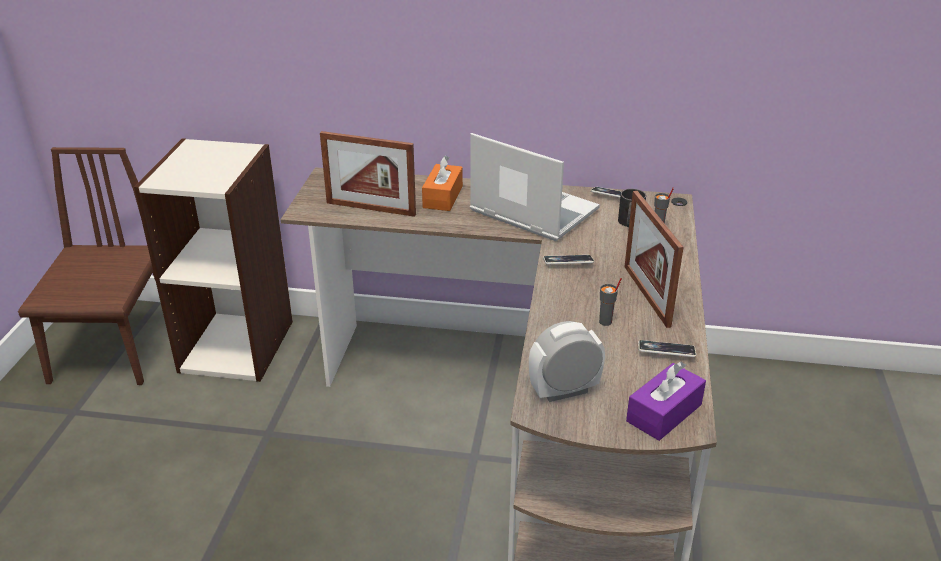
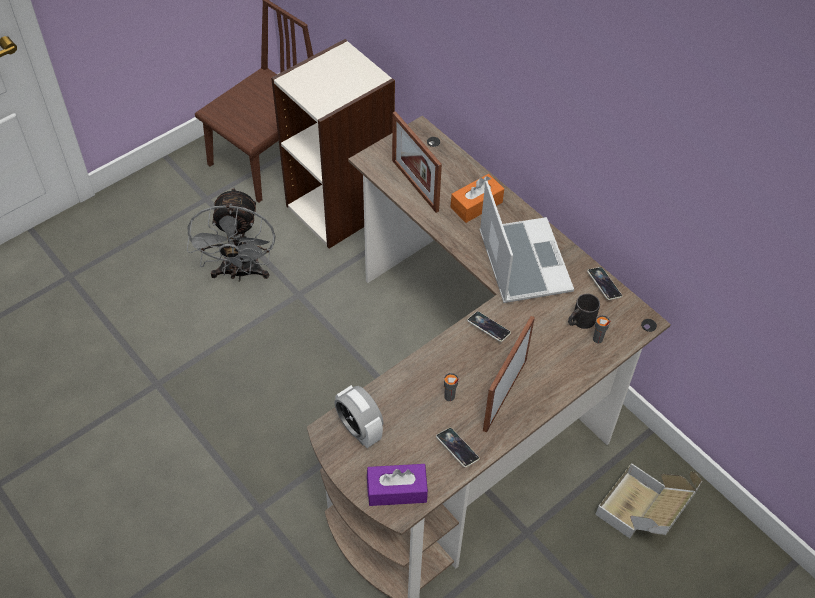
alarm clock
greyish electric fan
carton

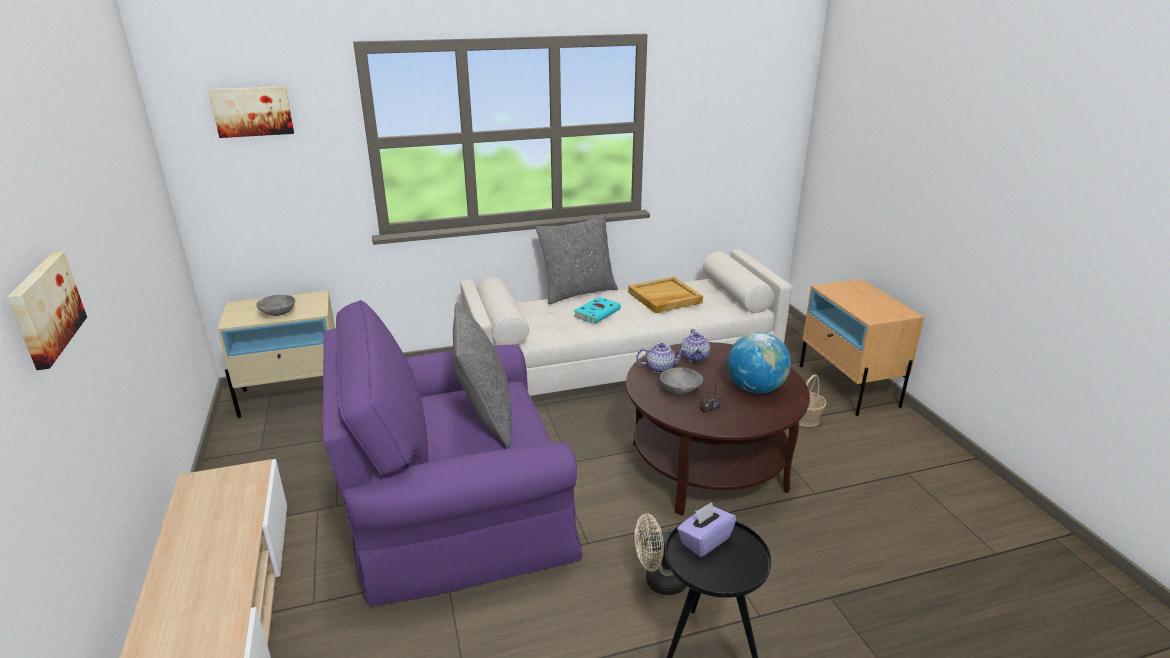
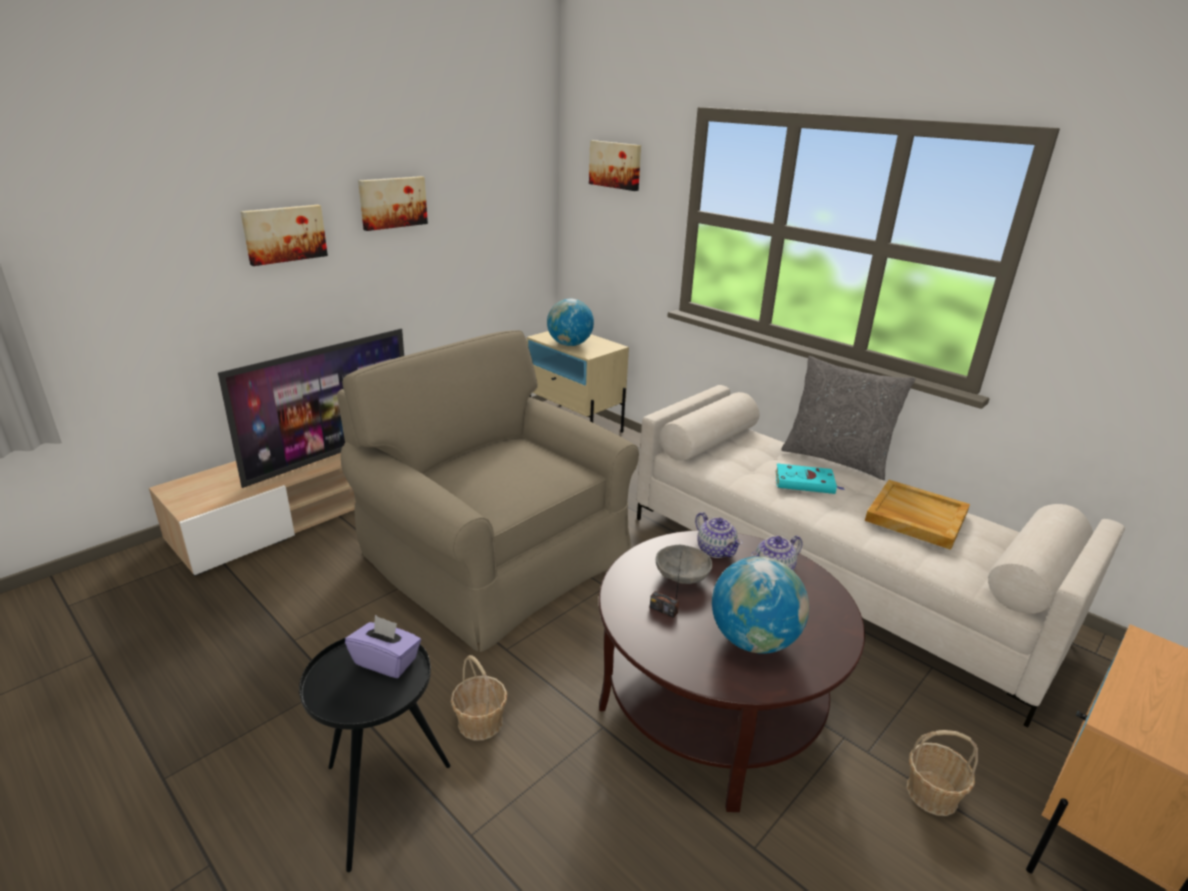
globe (1st from left)
sand-coloured armchair
greyish pillow (1st from left in the first image)
basket (1st from left)
television
wall art (2nd from left)

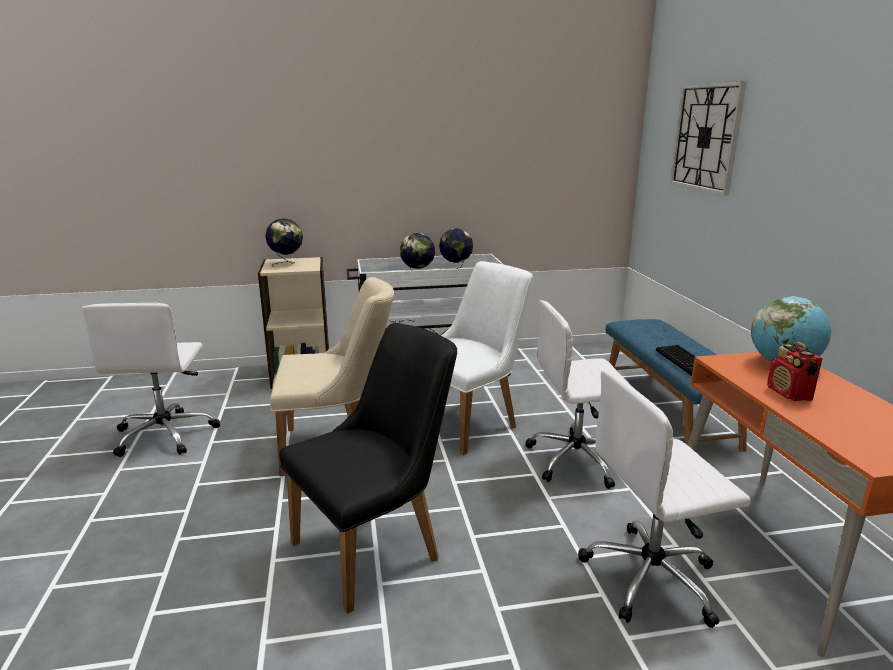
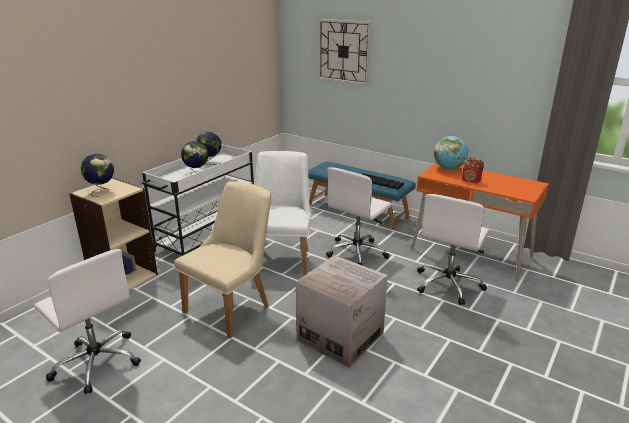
carton

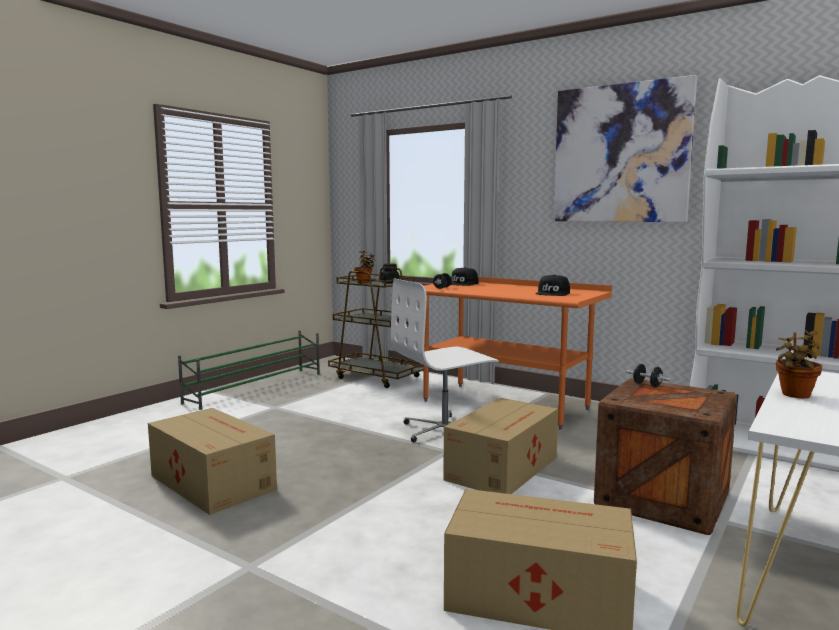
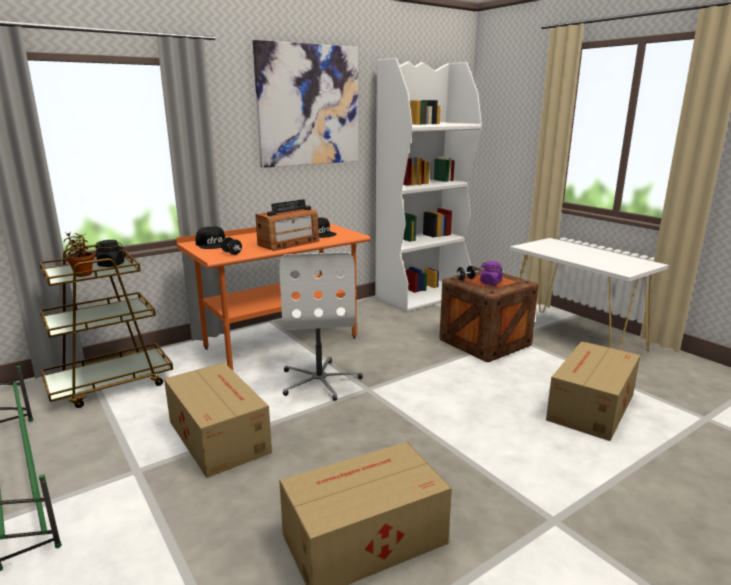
carton (1st from left)
potted plant (2nd from left in the first image)
radio
purple storage jar

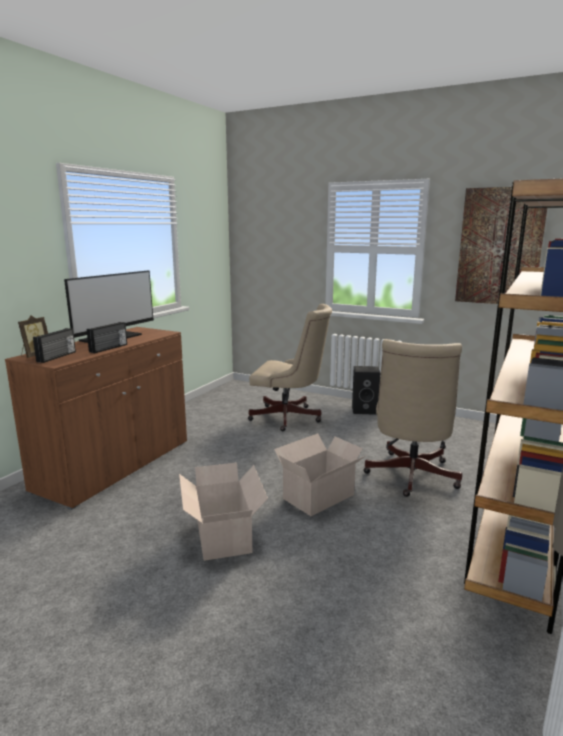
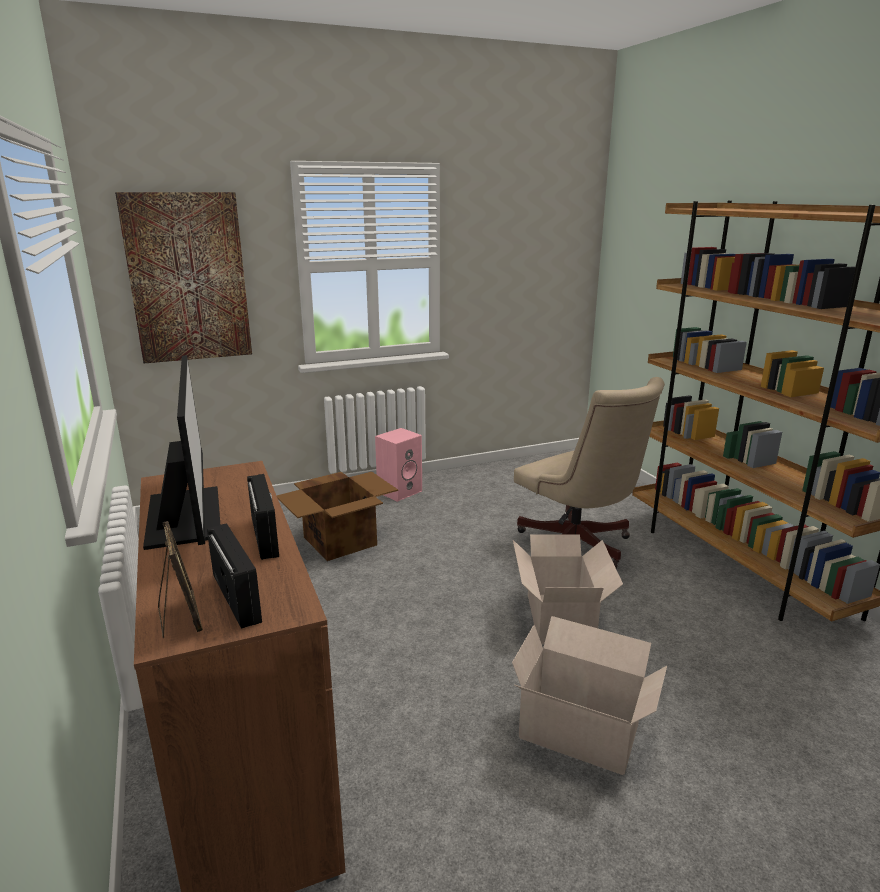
carton (1st from left)
pink speaker
wall art

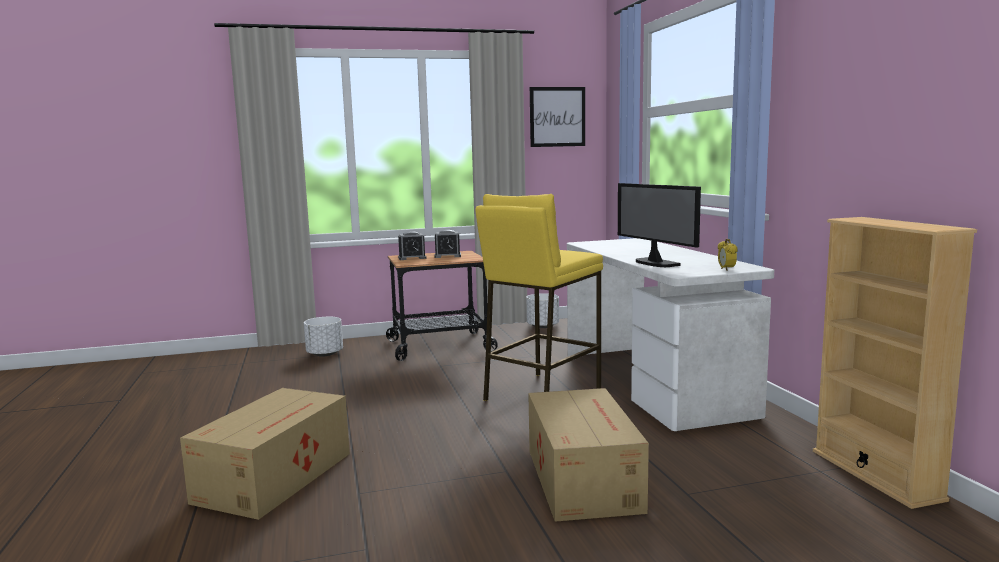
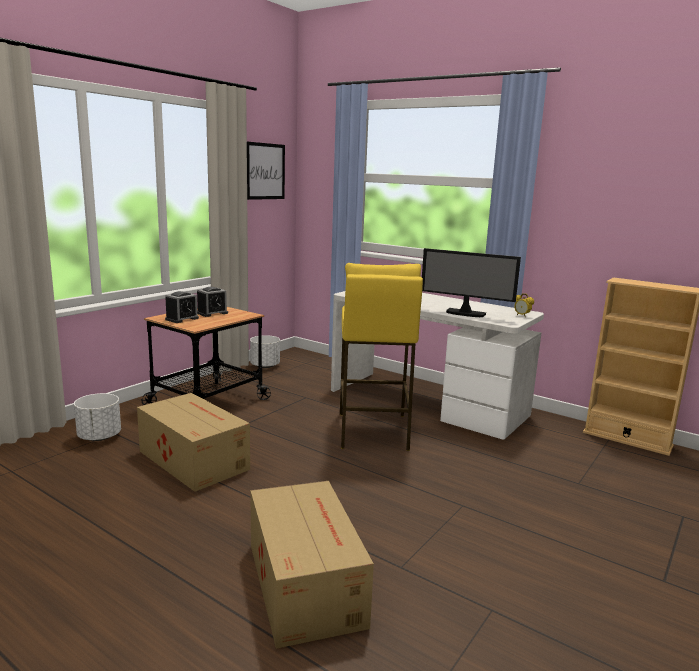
carton (1st from left)

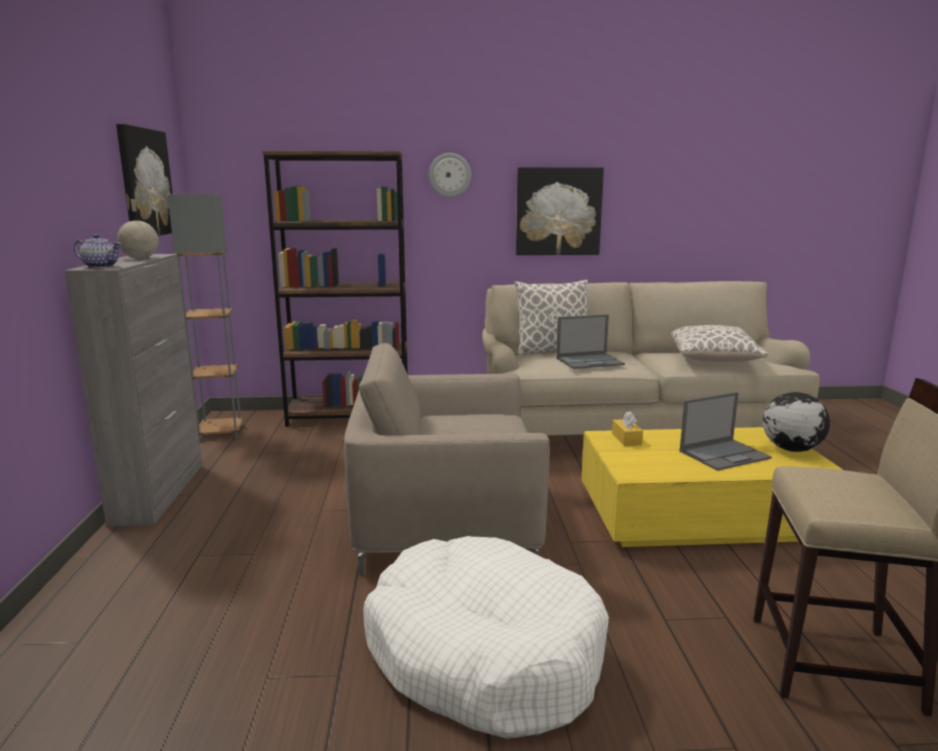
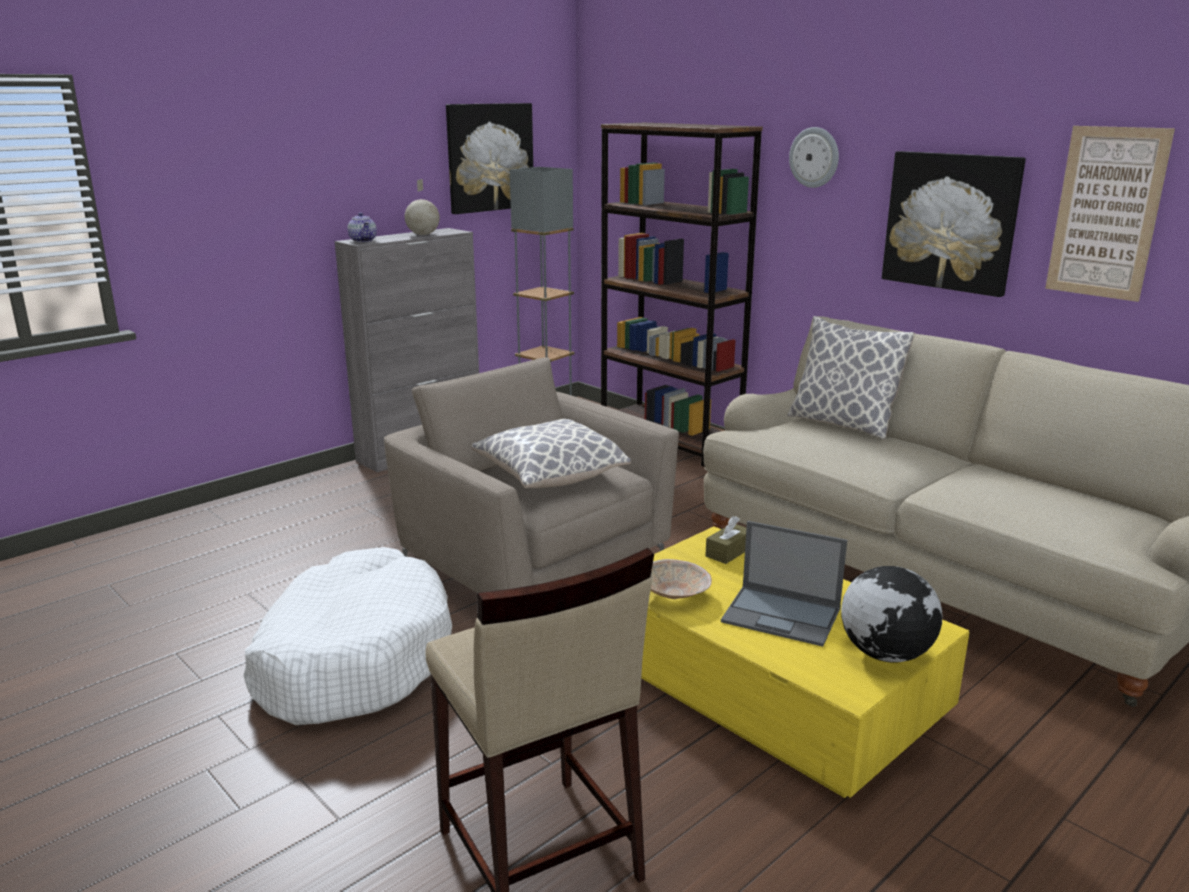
portable computer (1st from left in the first image)
brown-coloured box of tissues
pillow (1st from left)
sand-coloured deep dish
wall art (3rd from left)

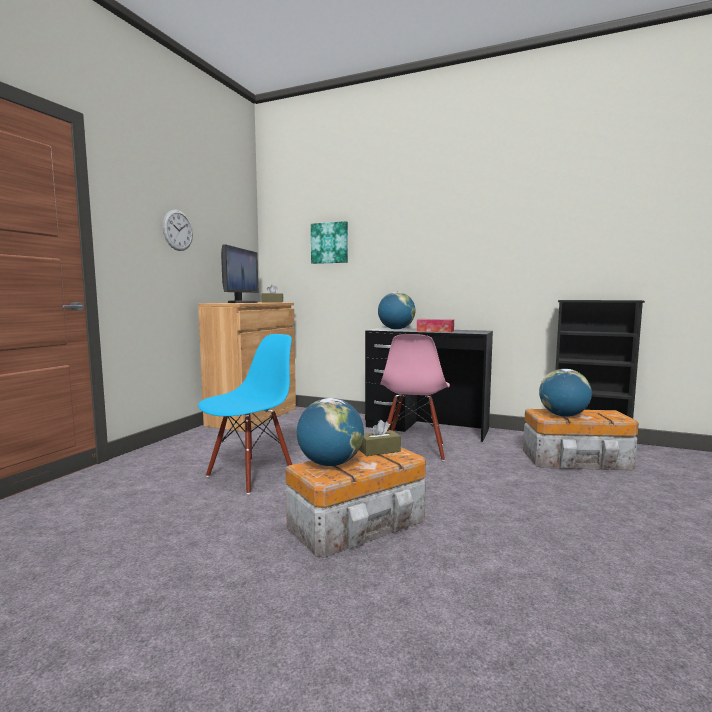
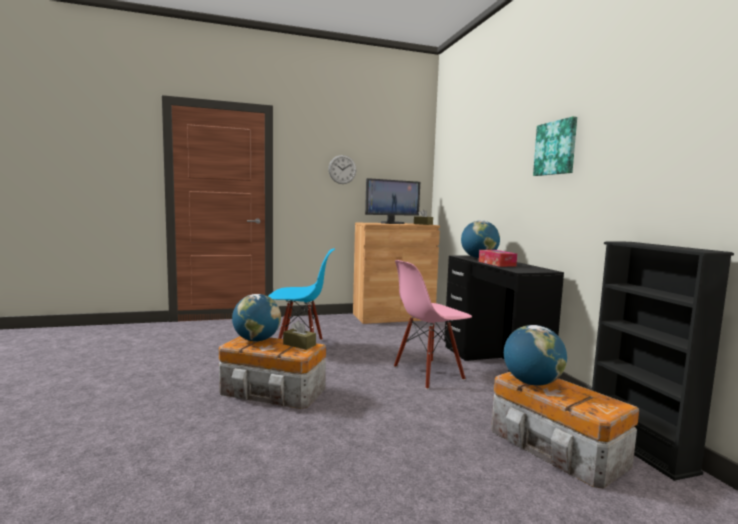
wall art

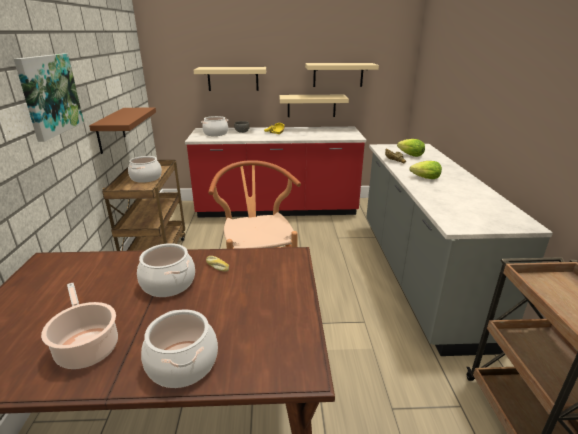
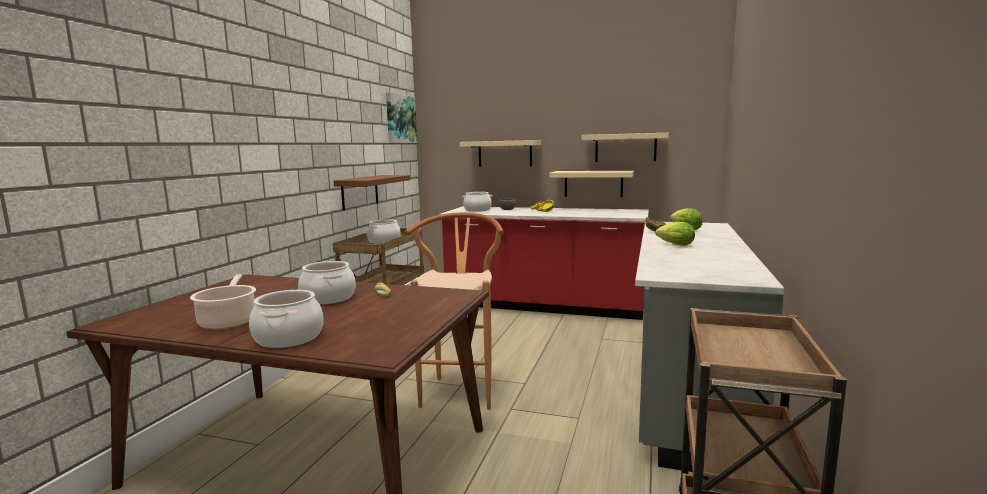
wall art

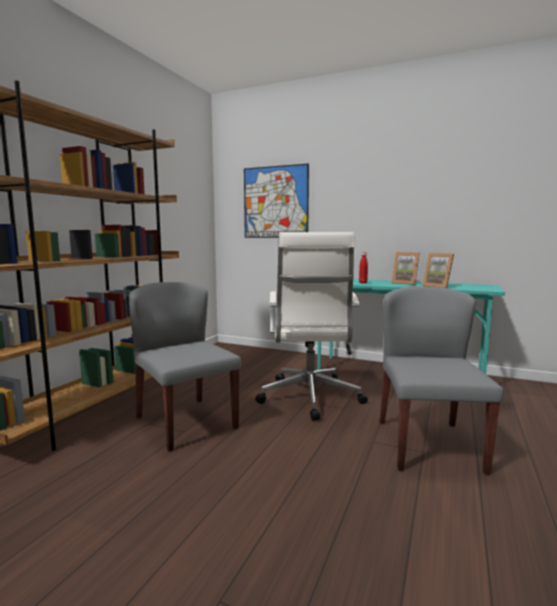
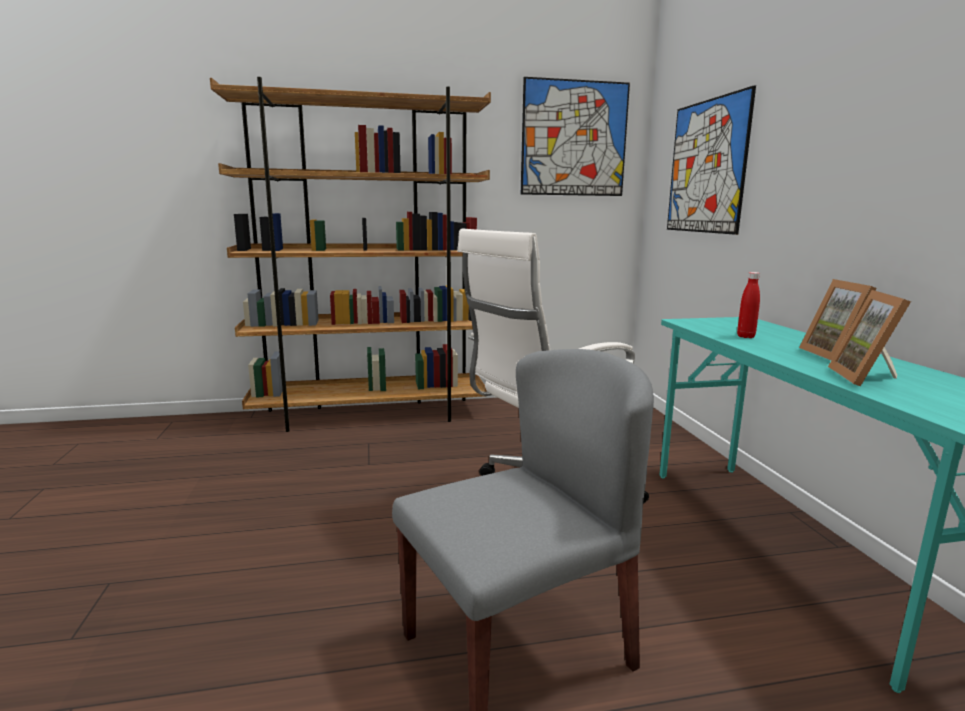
greyish upright chair (1st from left in the first image)
wall art (1st from left)

